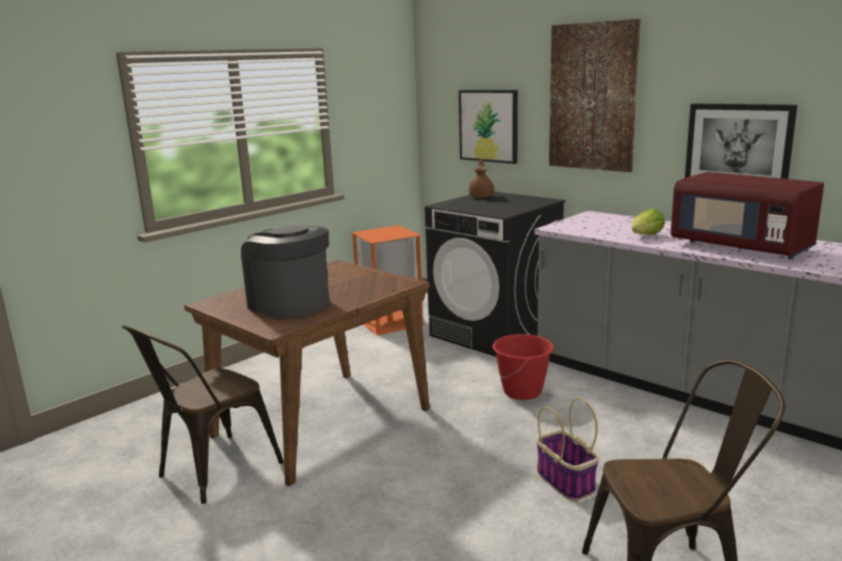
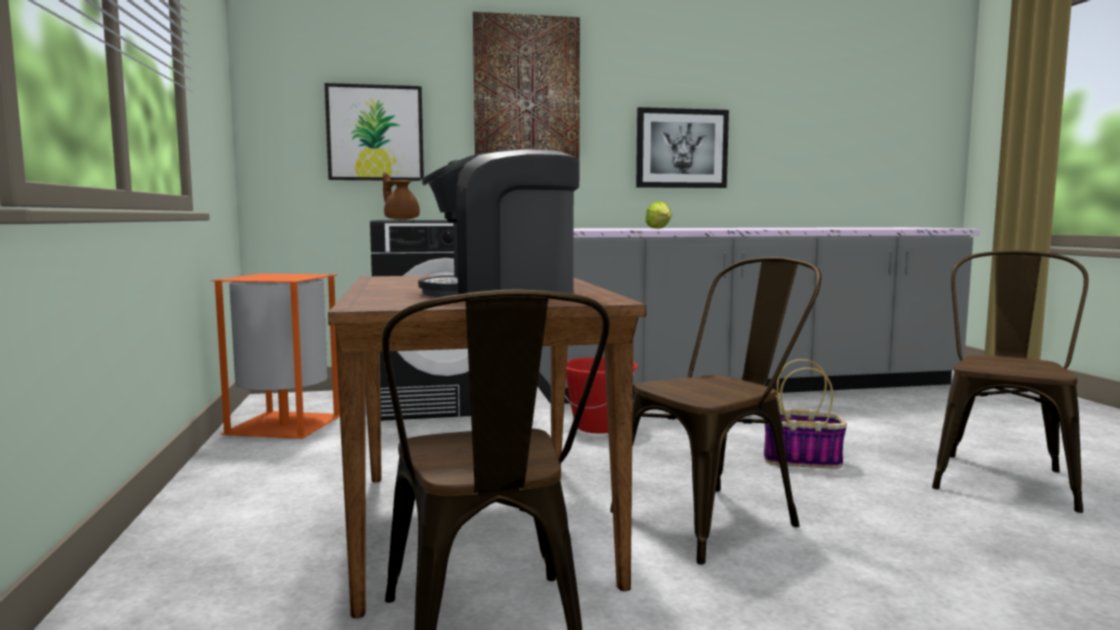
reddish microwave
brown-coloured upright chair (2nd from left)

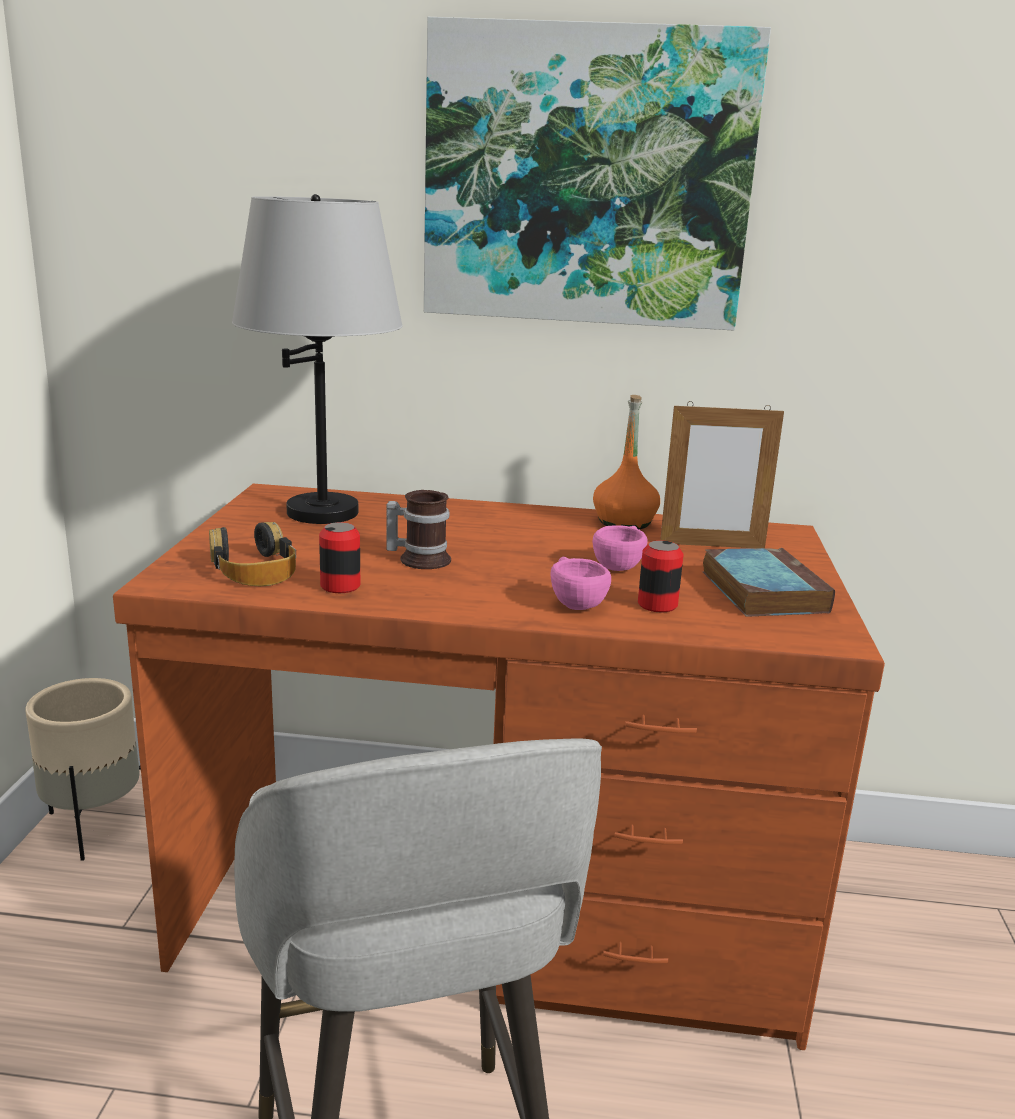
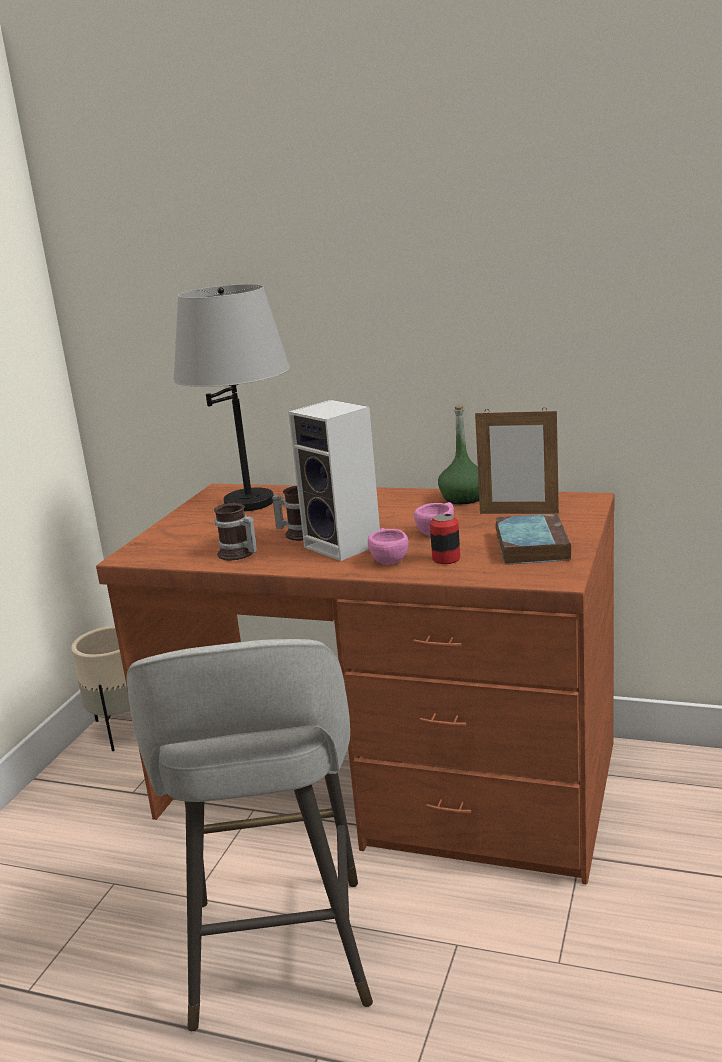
headset
coffee mug (1st from left)
wall art
green bottle
speaker

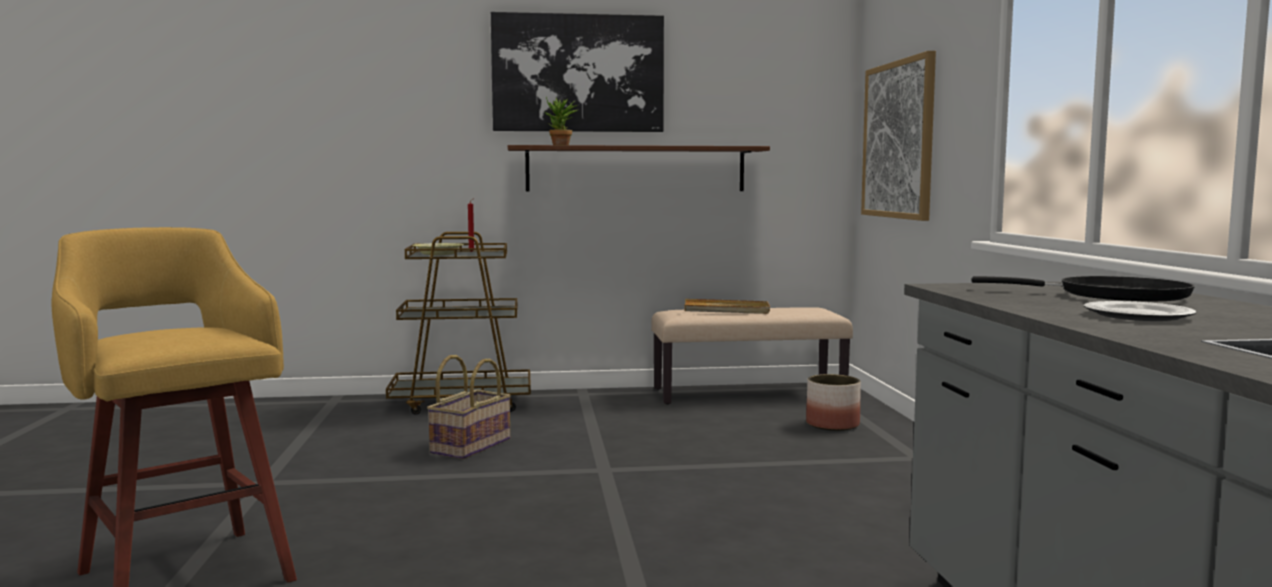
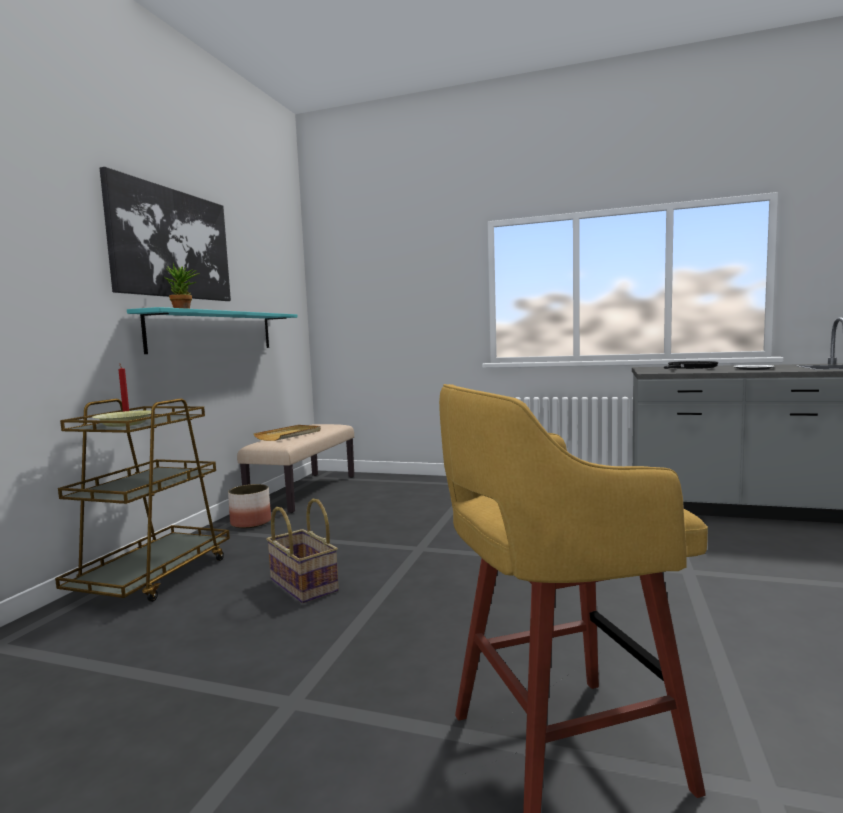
turquoise wall shelf
planter
wall art (2nd from left in the first image)

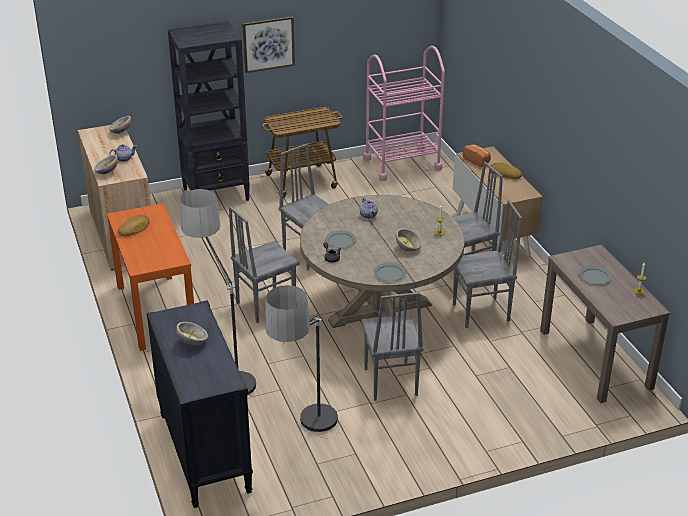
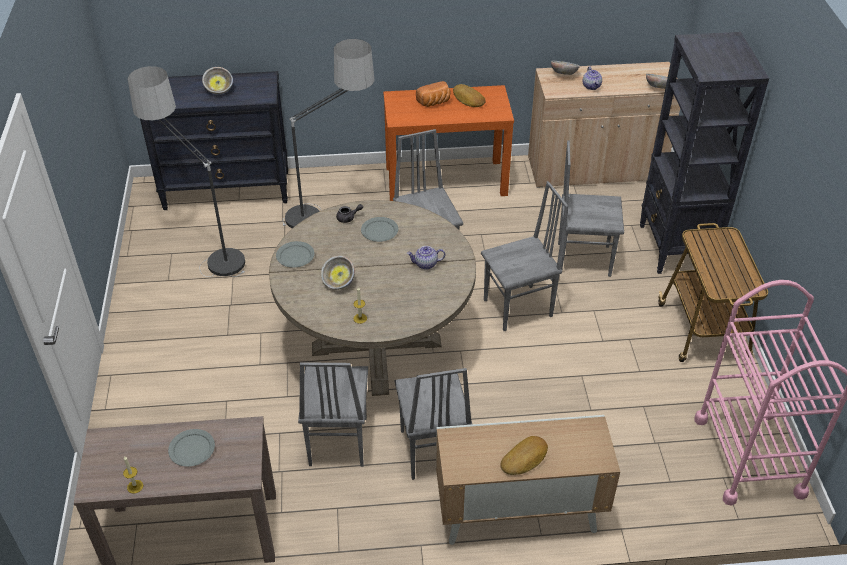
wall art
greyish upright chair (5th from left)
baked bread (1st from left)

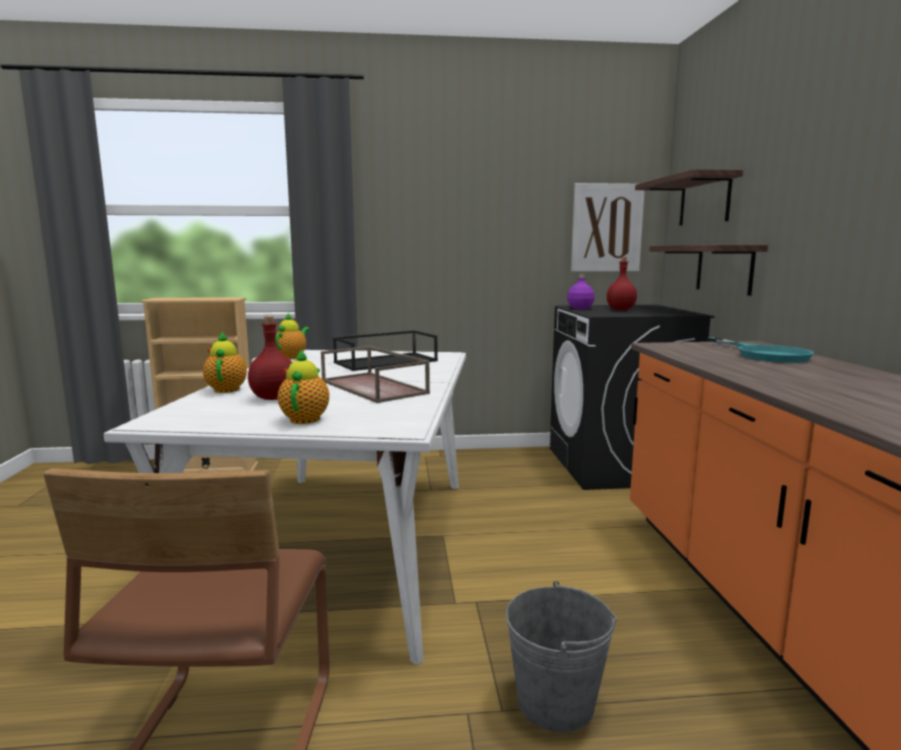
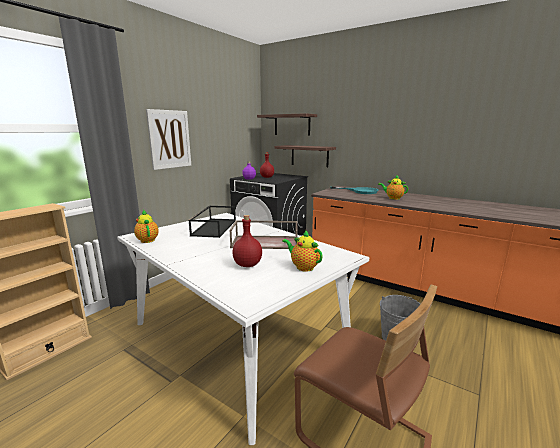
tea pot (3rd from left)
wall art

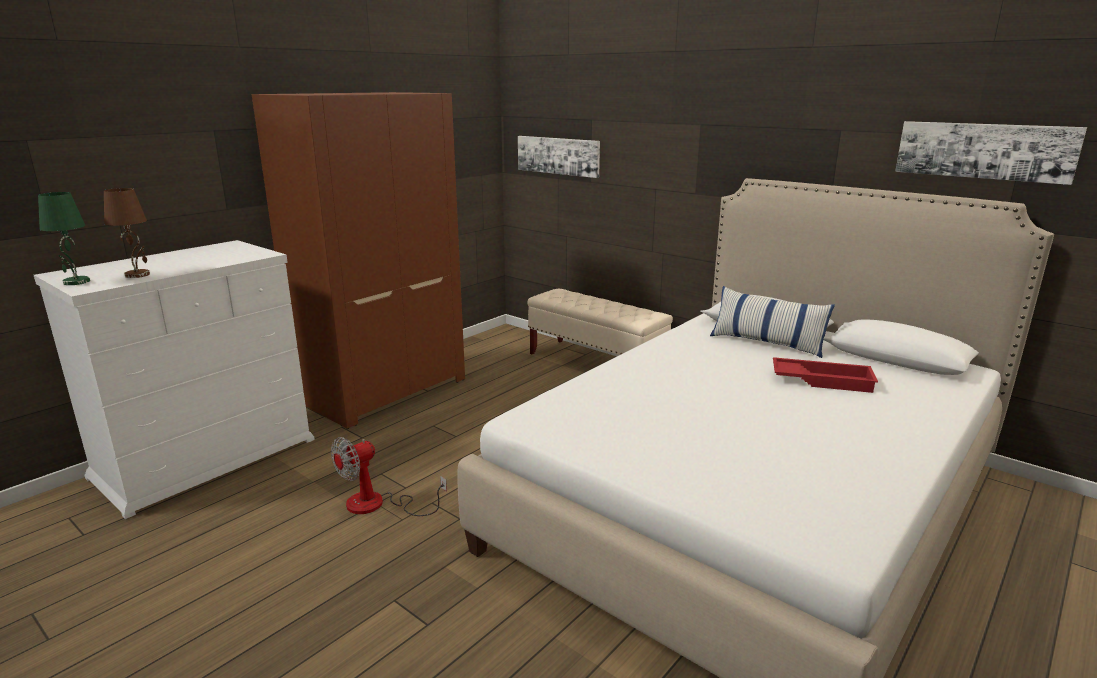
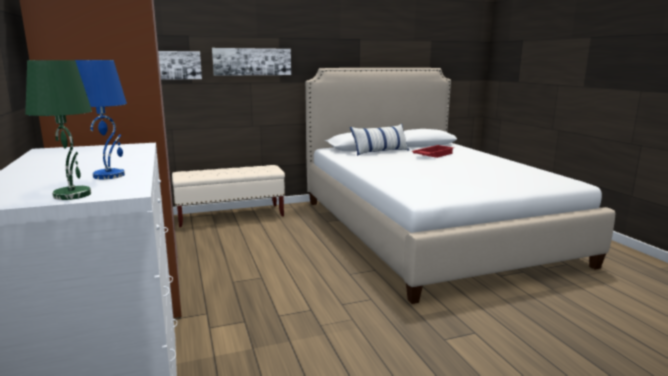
blue lamp for a table
electric fan
wall art (2nd from left)

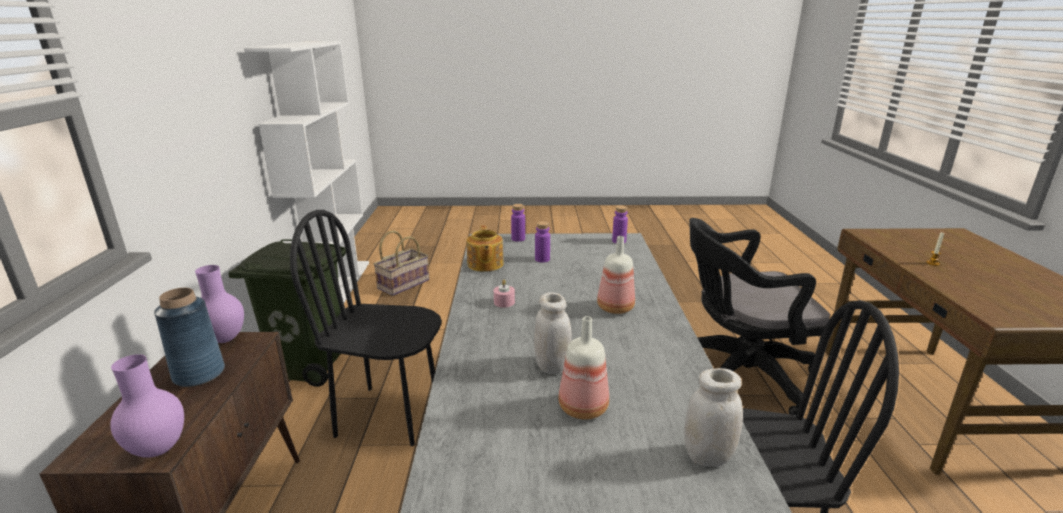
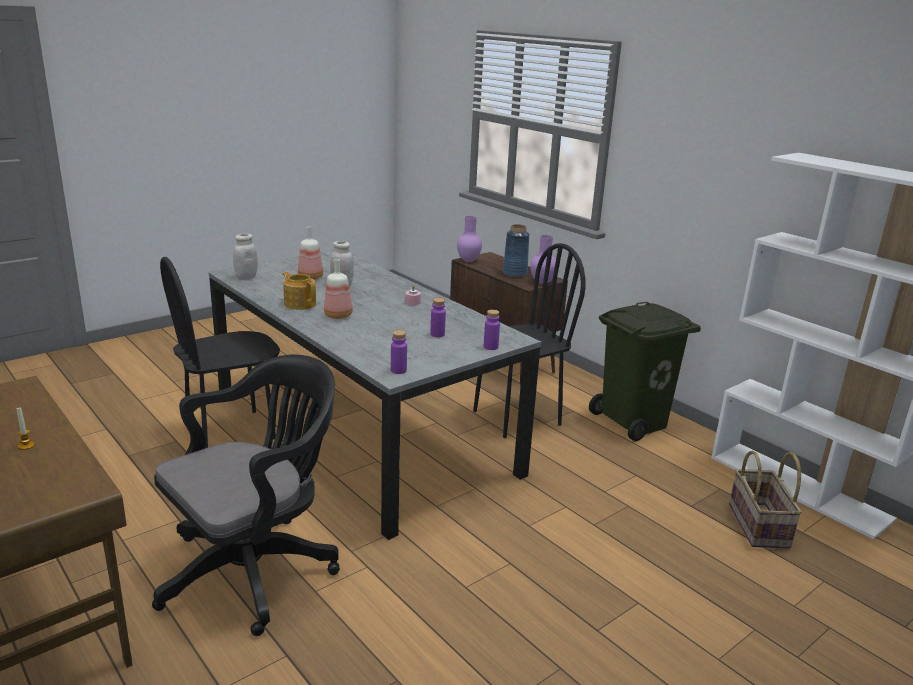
tea pot

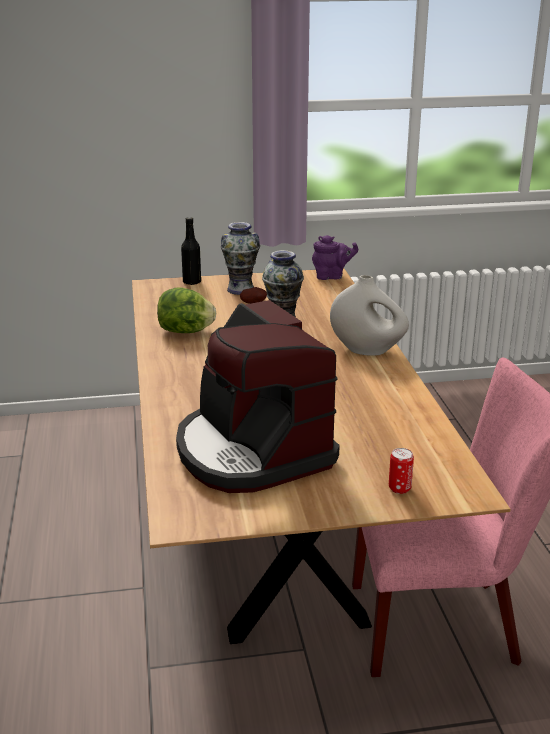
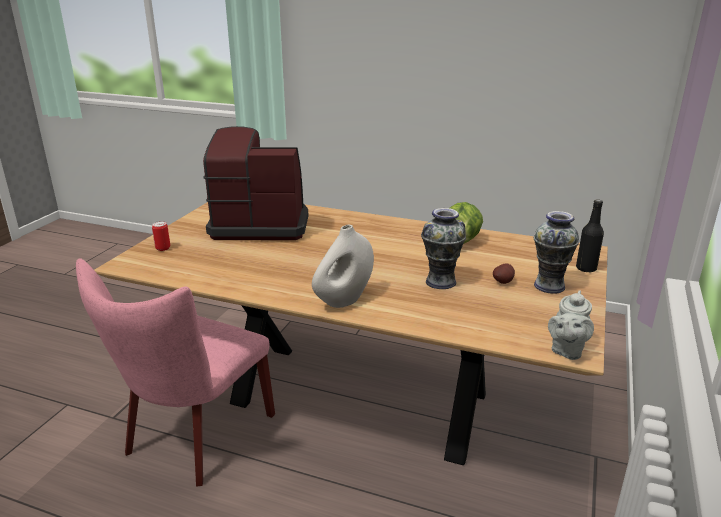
greyish tea pot

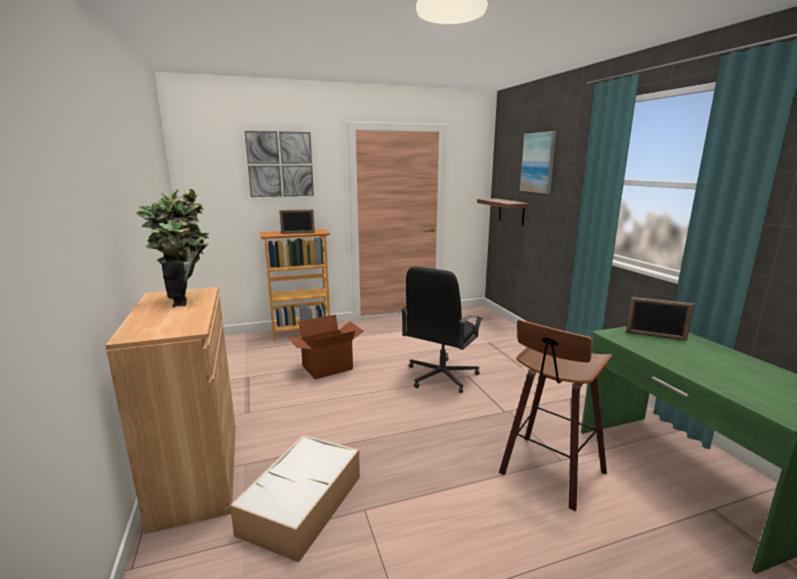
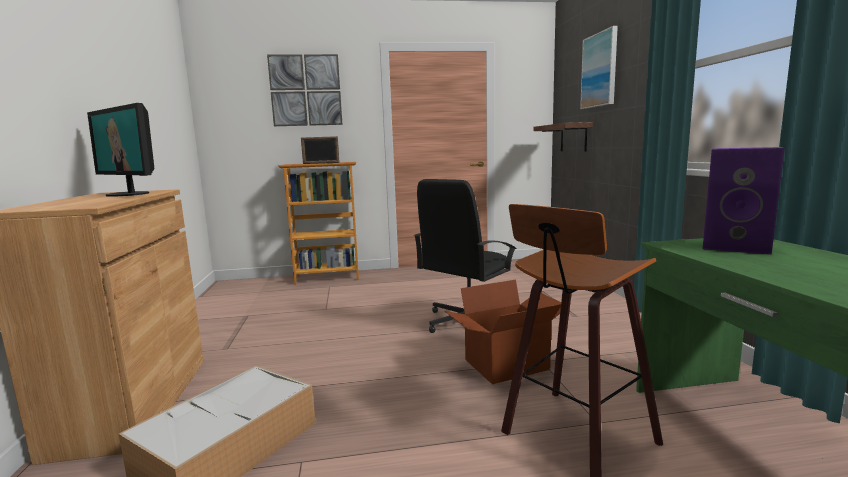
computer screen
carton
purple speaker

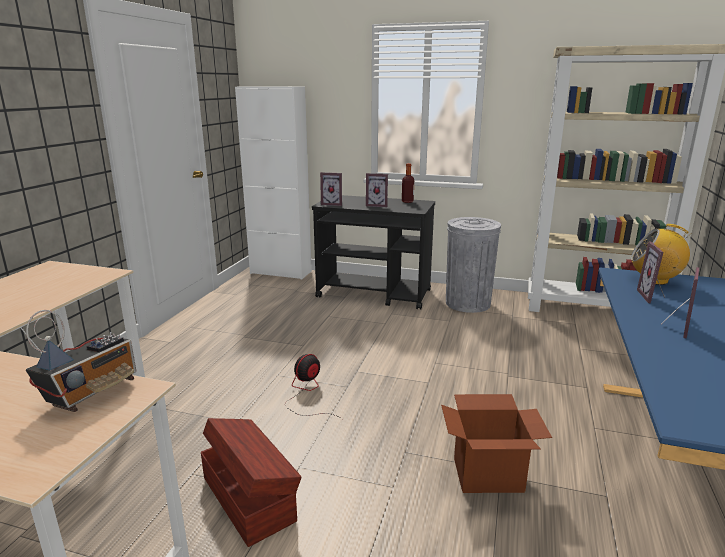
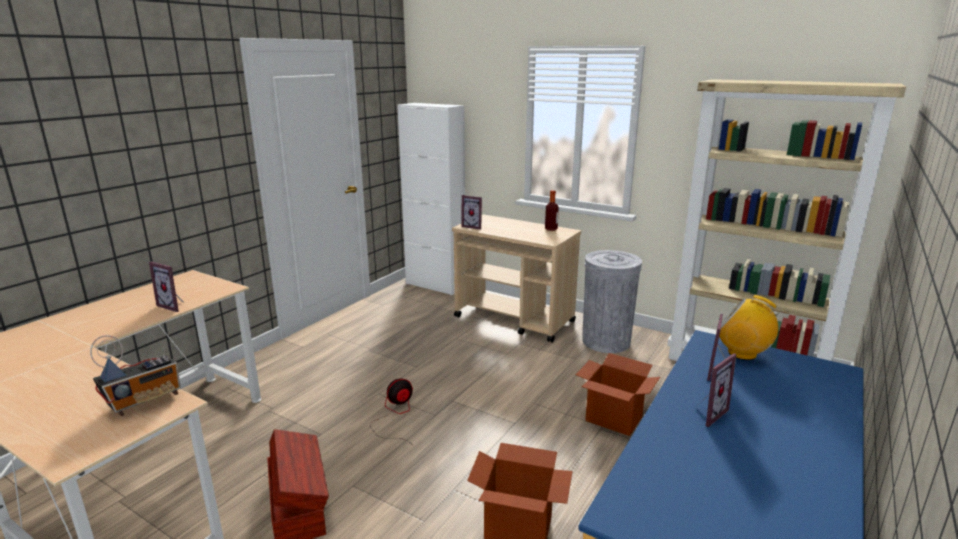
sand-coloured cart
picture frame (1st from left)
carton (2nd from left)

